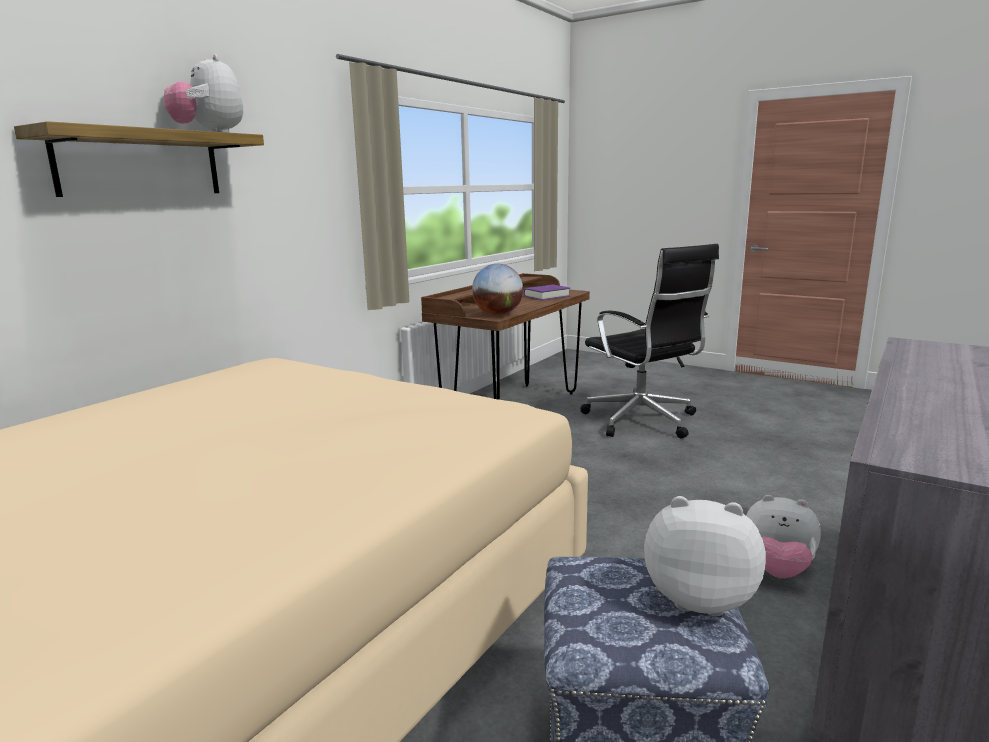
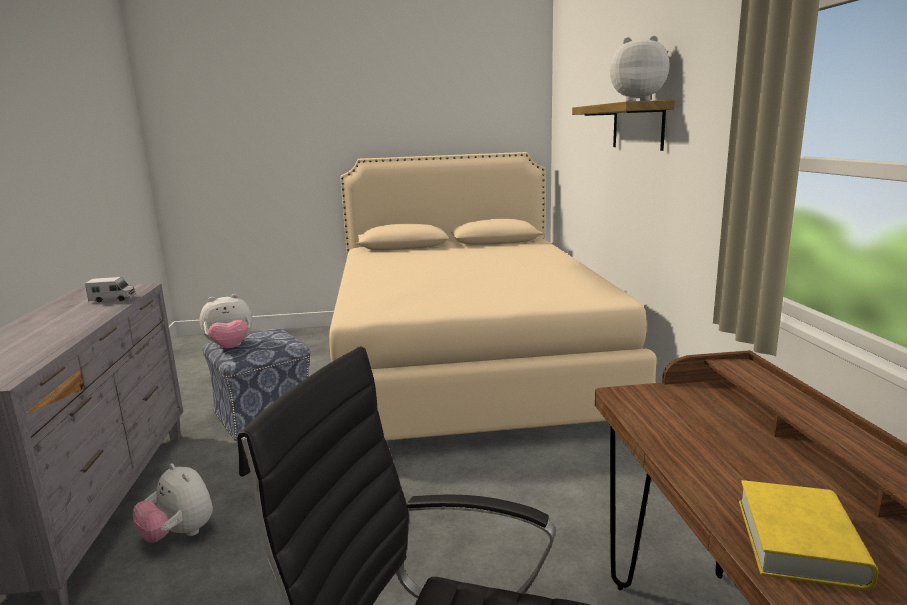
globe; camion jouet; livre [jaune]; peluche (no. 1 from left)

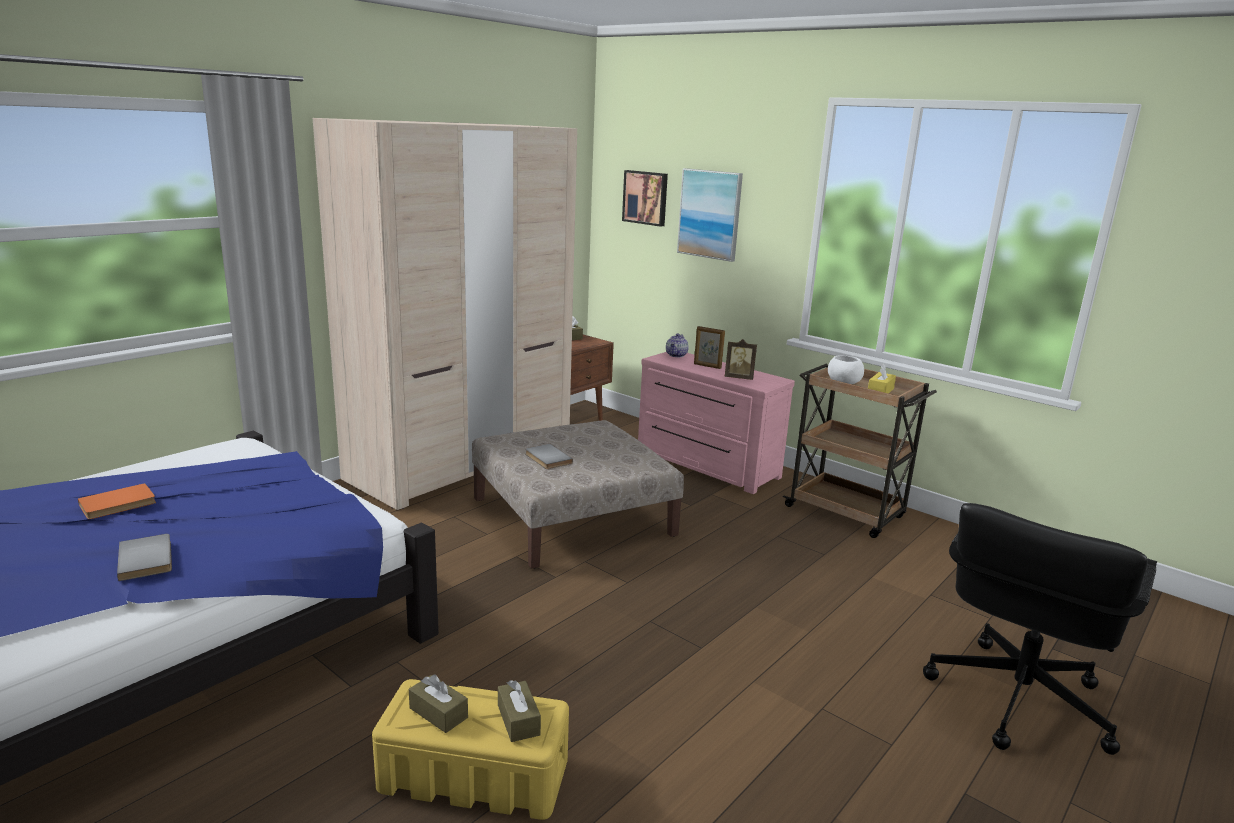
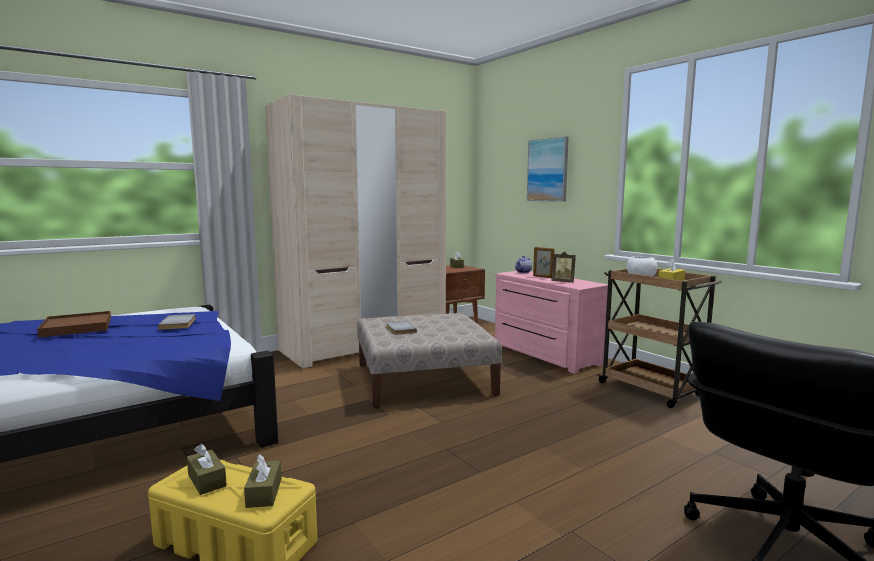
tableau (no. 1 from left in the first image); livre [gris] (no. 1 from left); plateau [marron]

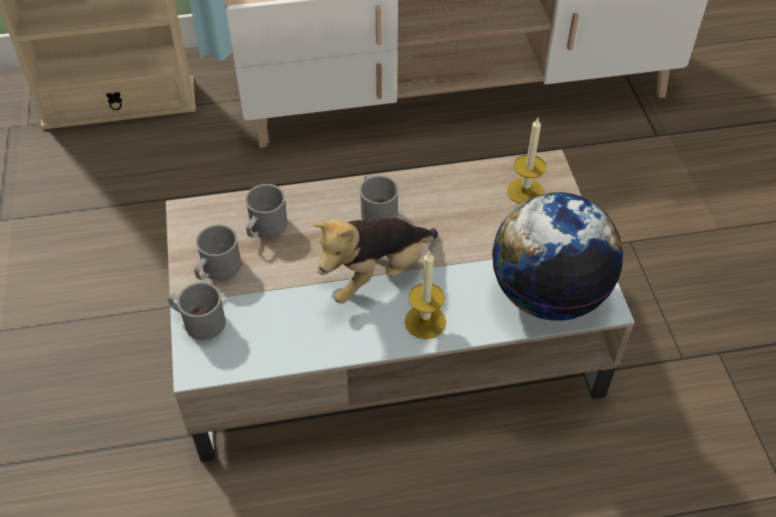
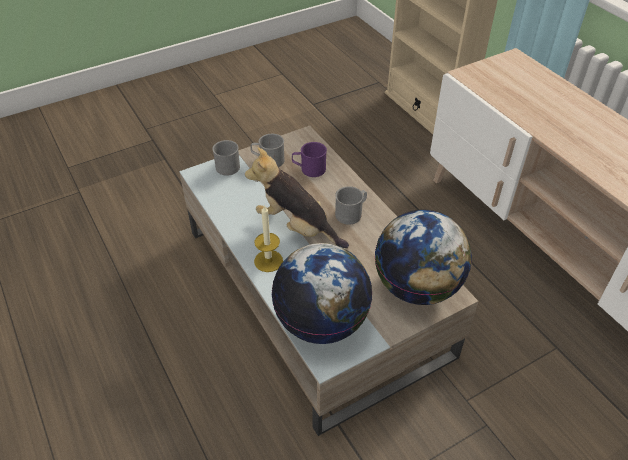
globe (no. 2 from left); mug [violet]

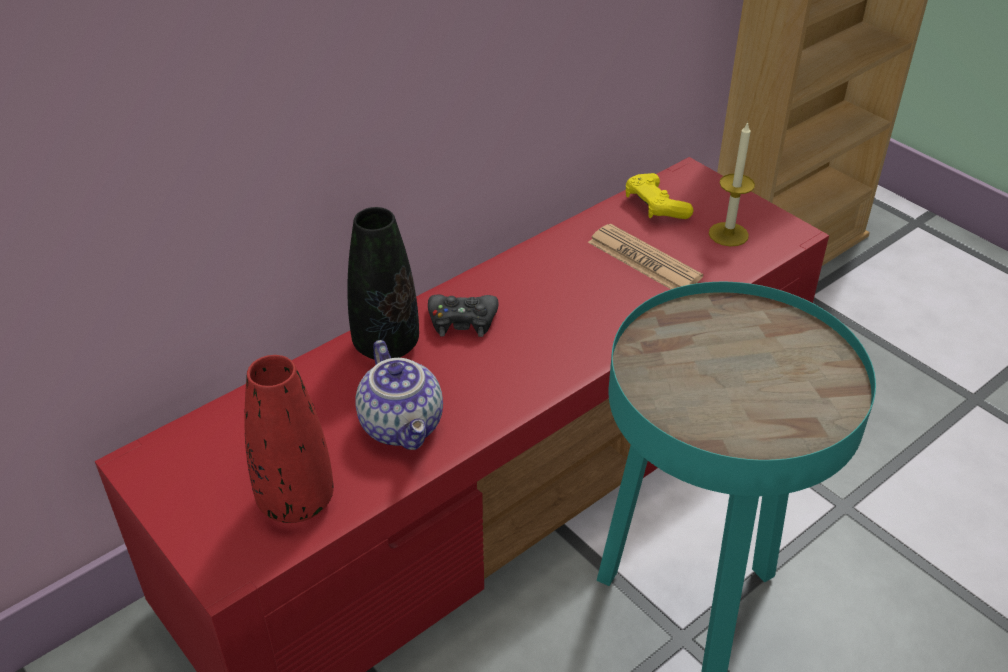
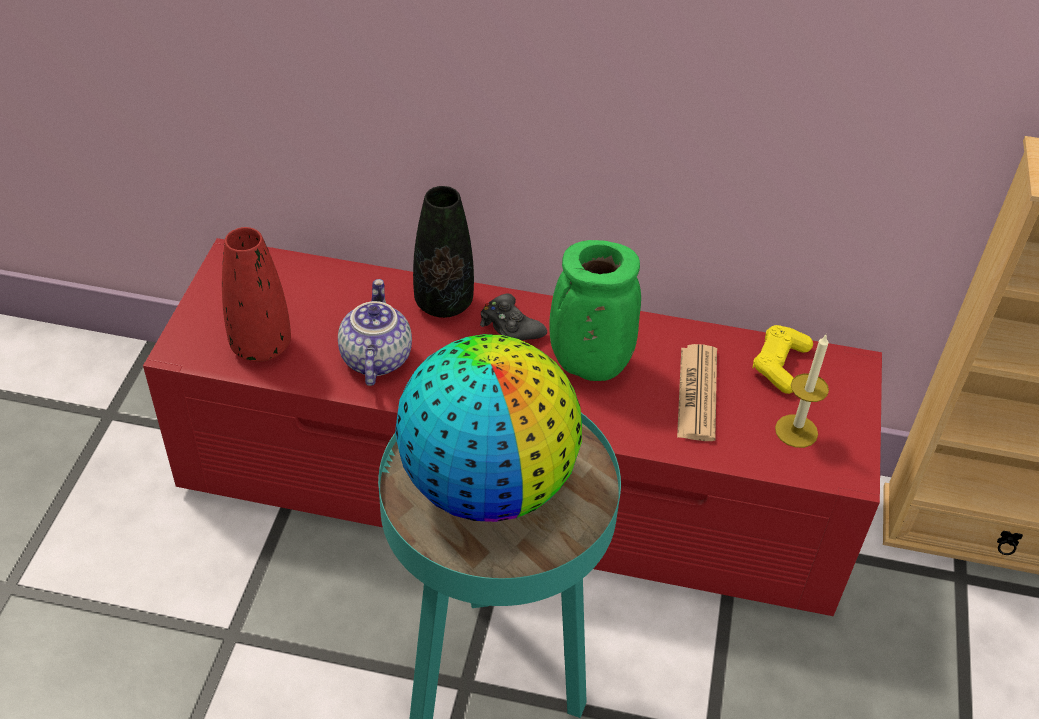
globe; vase [vert]; théière

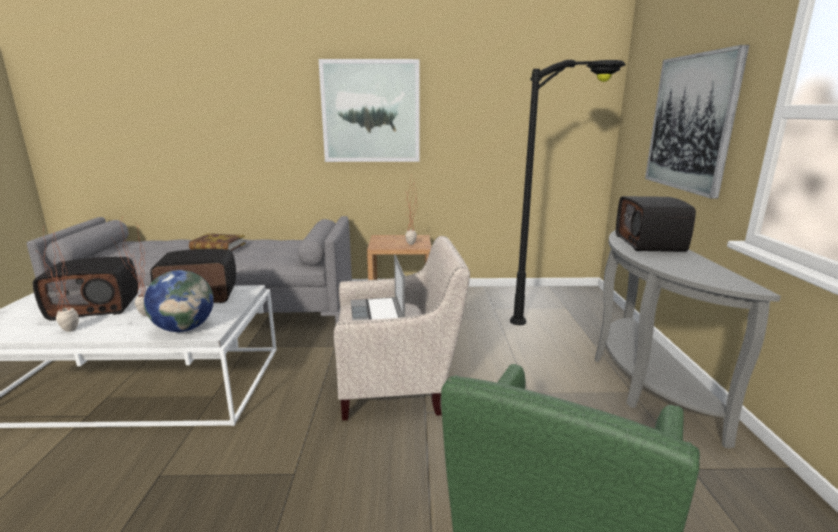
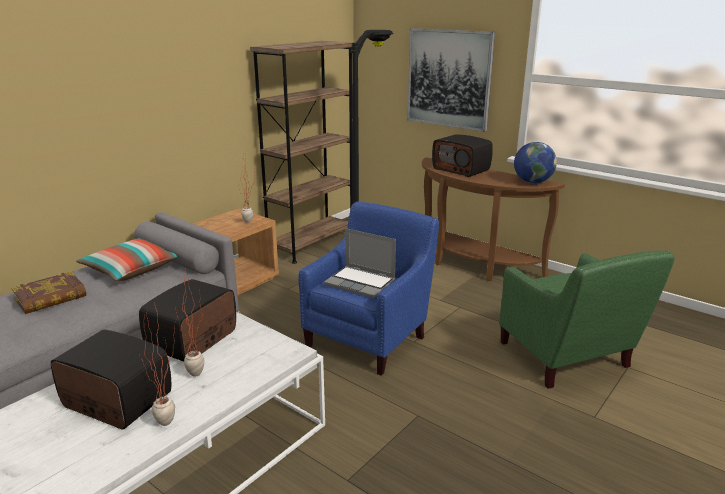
tableau (no. 1 from left in the first image); coussin; bibliothèque [marron]; globe; fauteuil [bleu]; table console [marron]; radio (no. 1 from left)

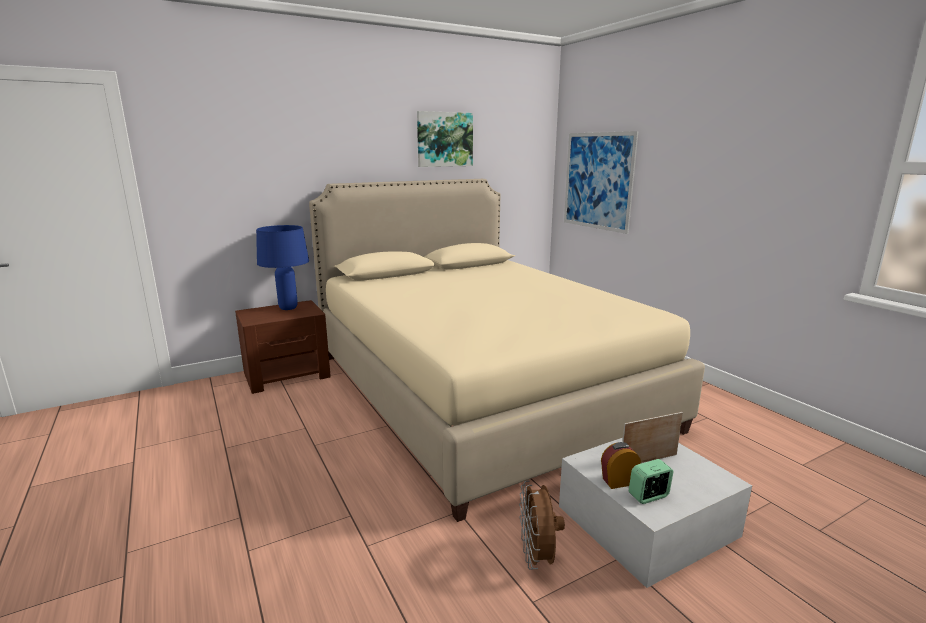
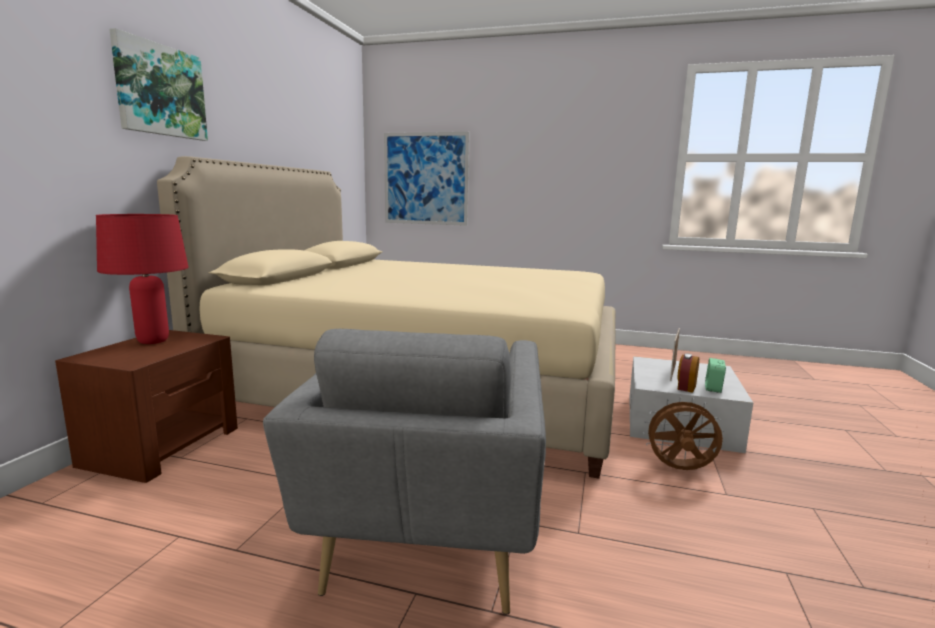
fauteuil [gris]; tableau (no. 1 from left); lampe de table [rouge]; ventilateur [marron]

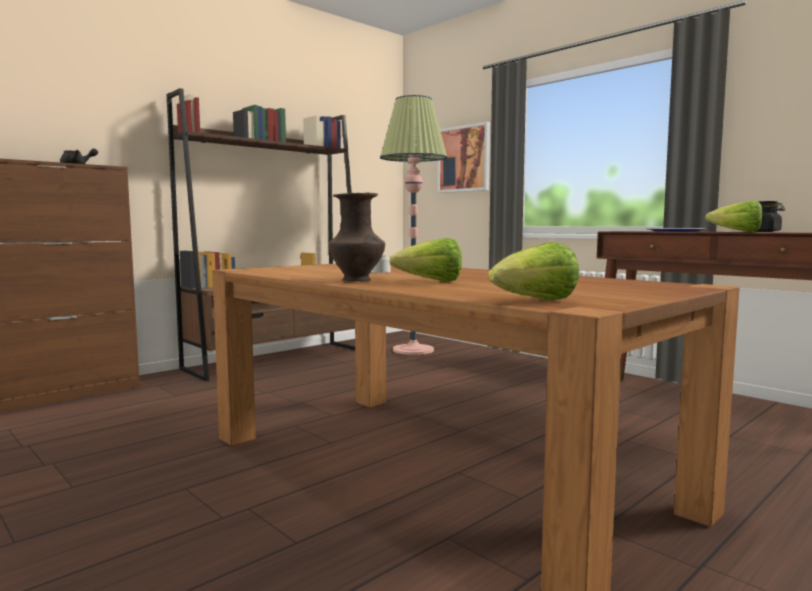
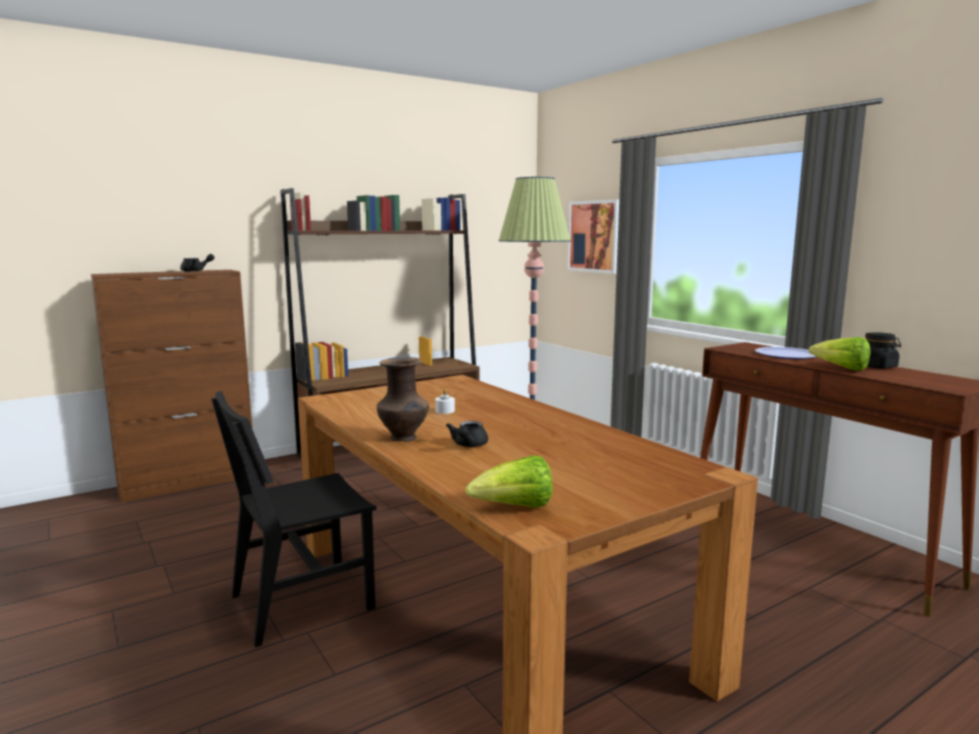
chaise [noir]; théière [noir] (no. 2 from left)

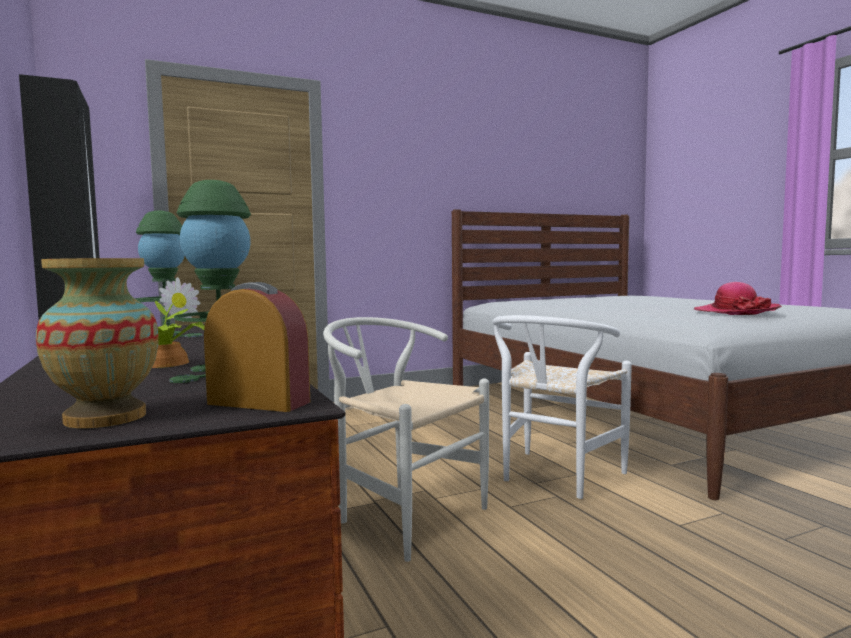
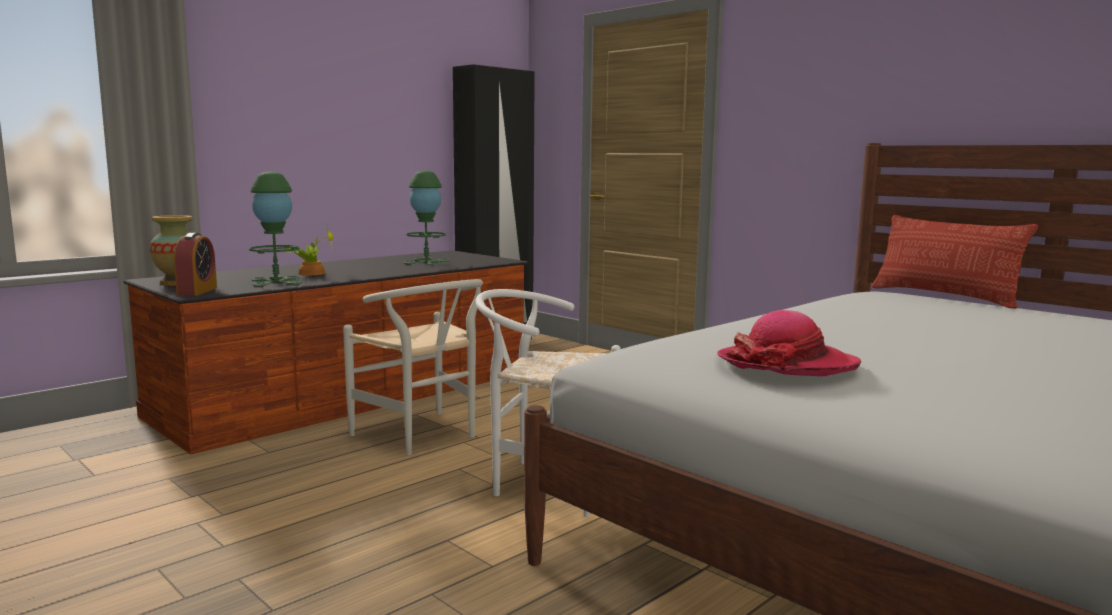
coussin; chaise [blanc] (no. 1 from left)

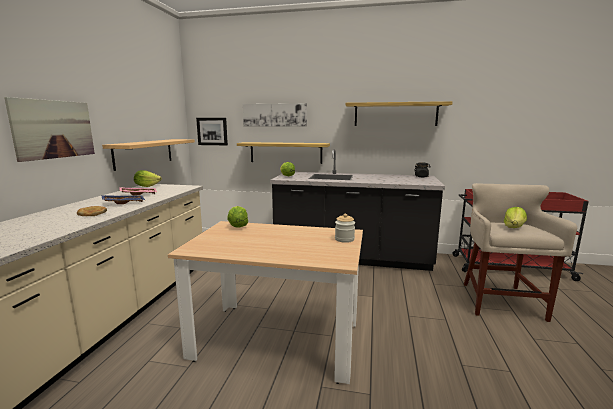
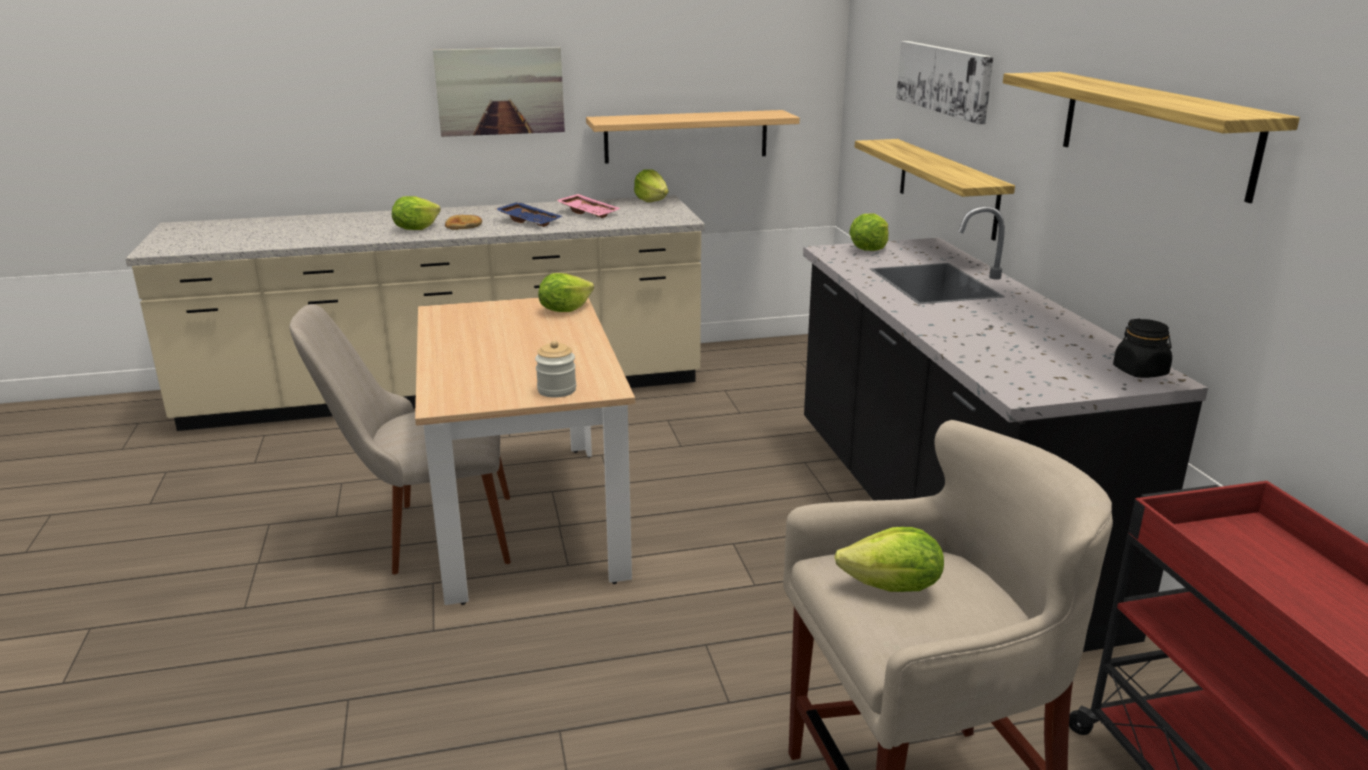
tableau (no. 2 from left in the first image); chaise [beige]; laitue (no. 1 from left)

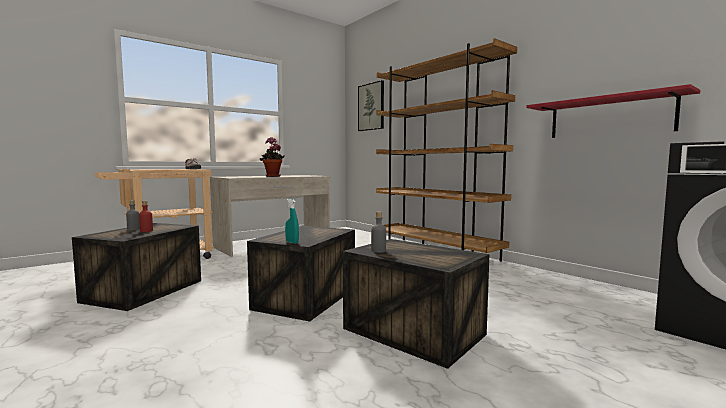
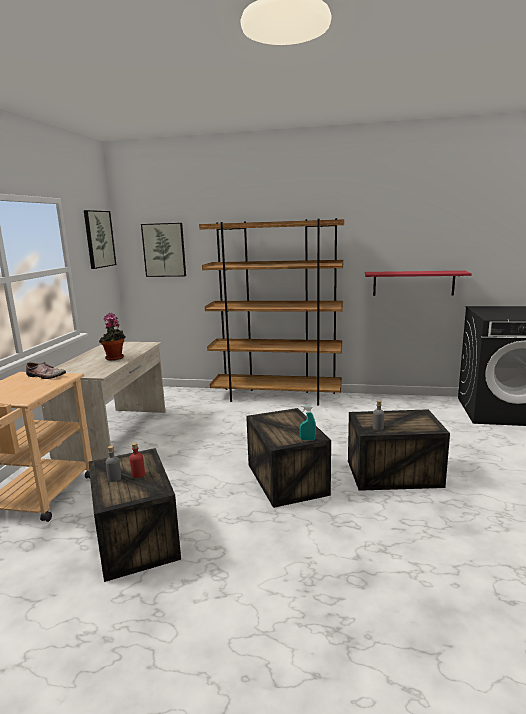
tableau (no. 1 from left)

